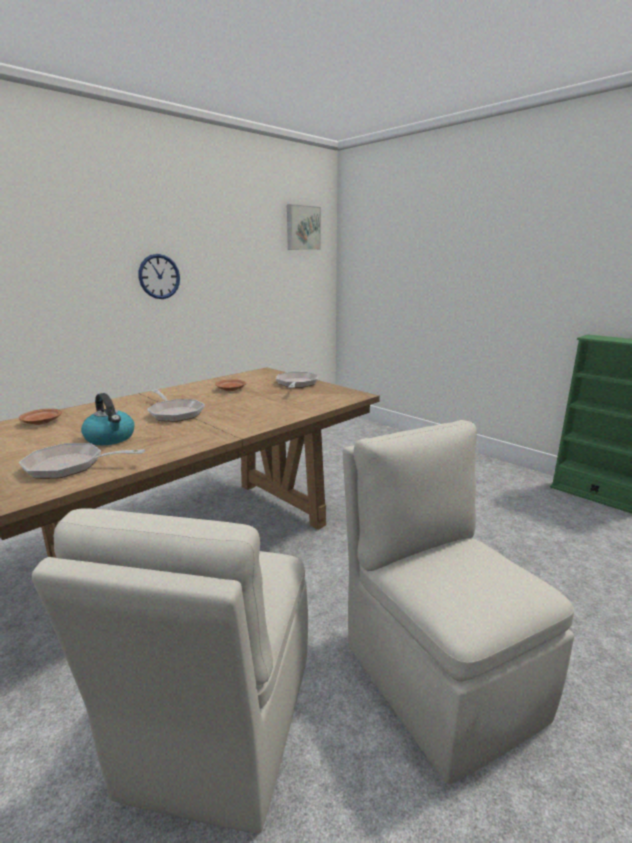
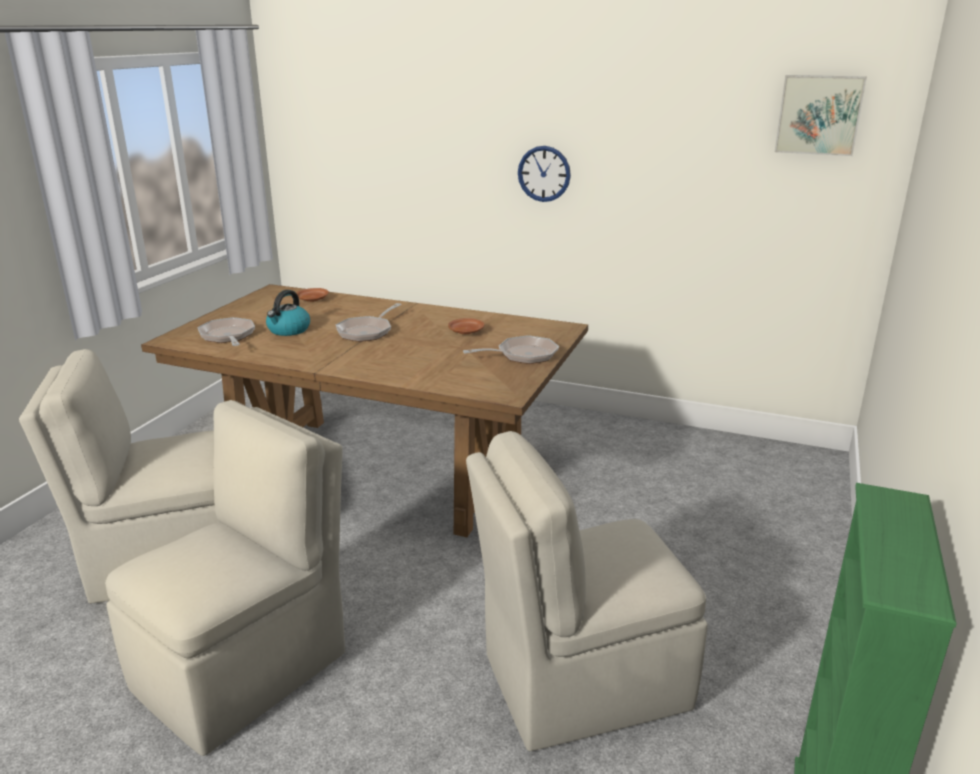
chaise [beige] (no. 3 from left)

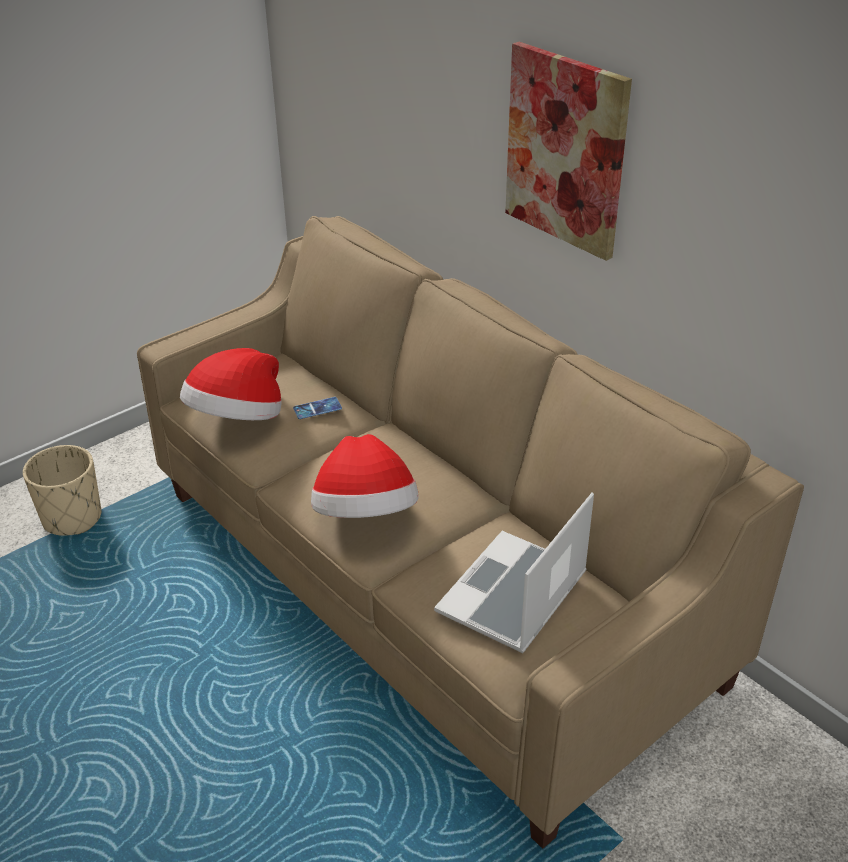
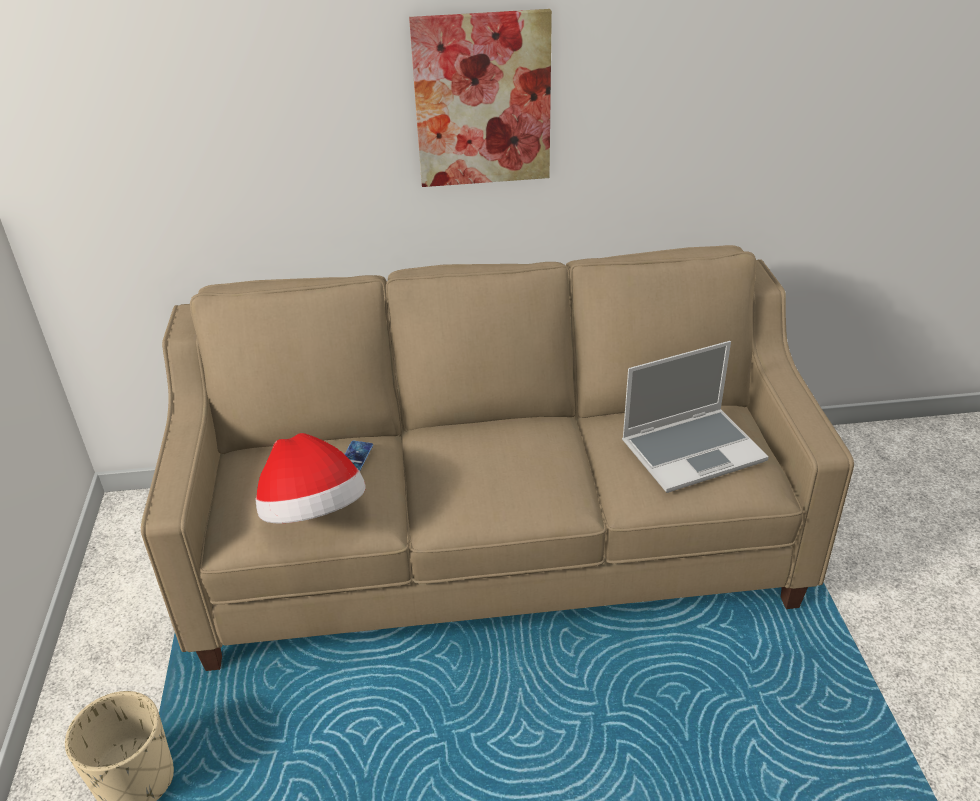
chapeau (no. 2 from left in the first image); ordinateur portable

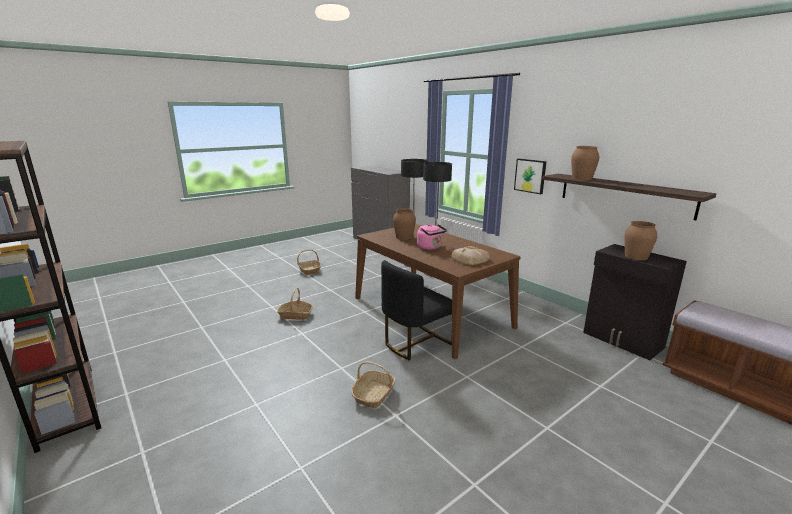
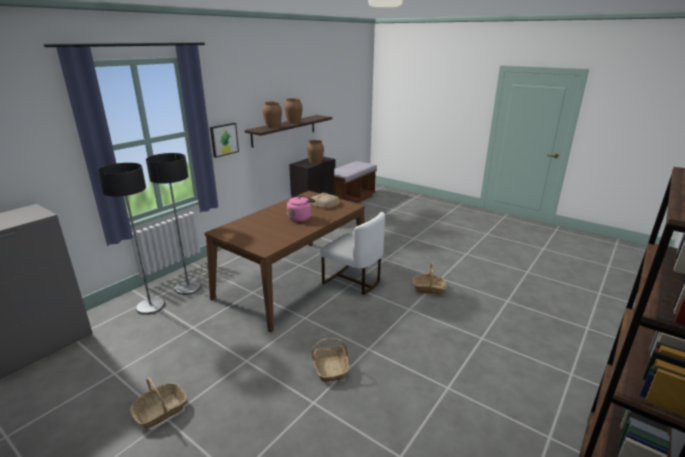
vase [marron] (no. 2 from left); chaise [blanc]

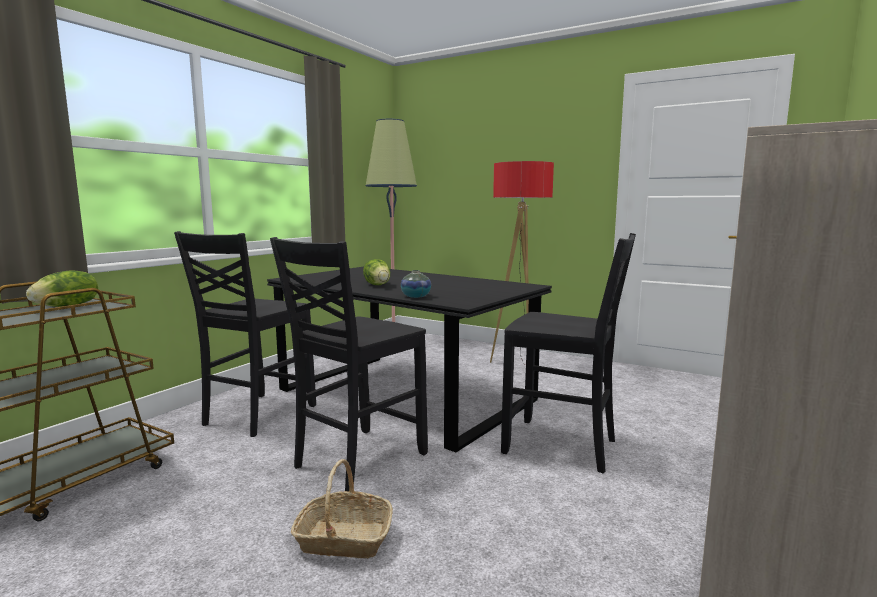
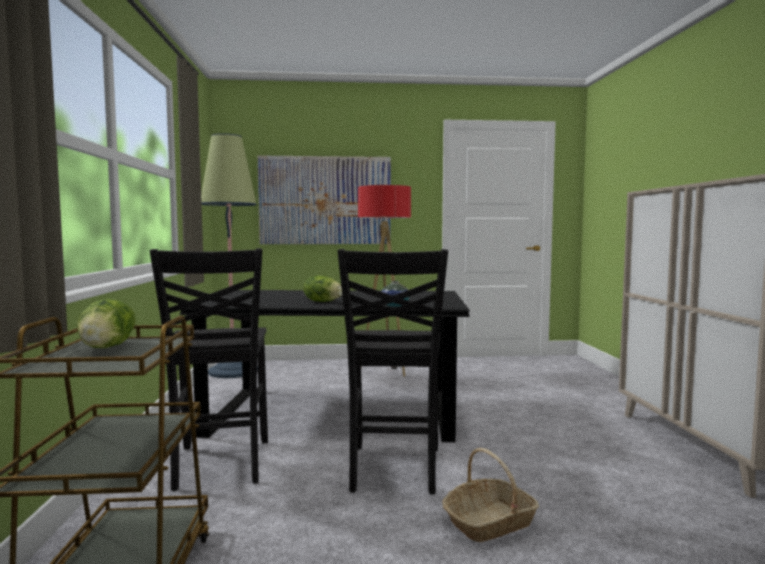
chaise [noir] (no. 3 from left in the first image); tableau

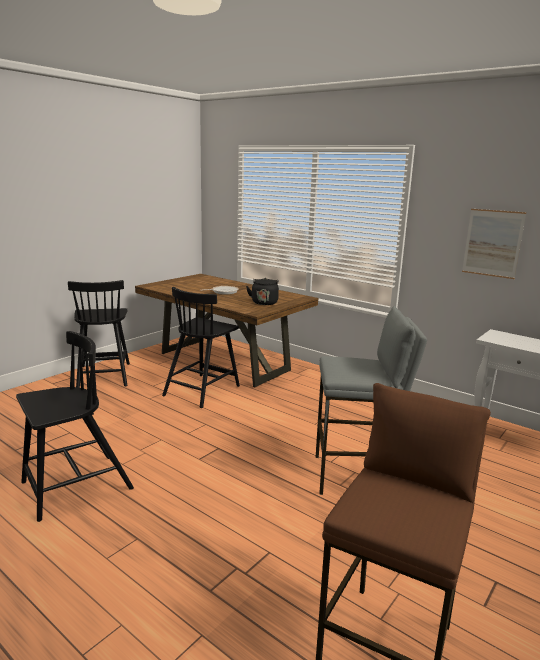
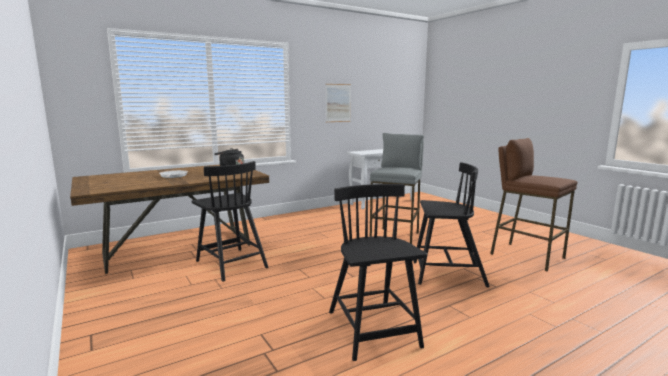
chaise [noir] (no. 3 from left)

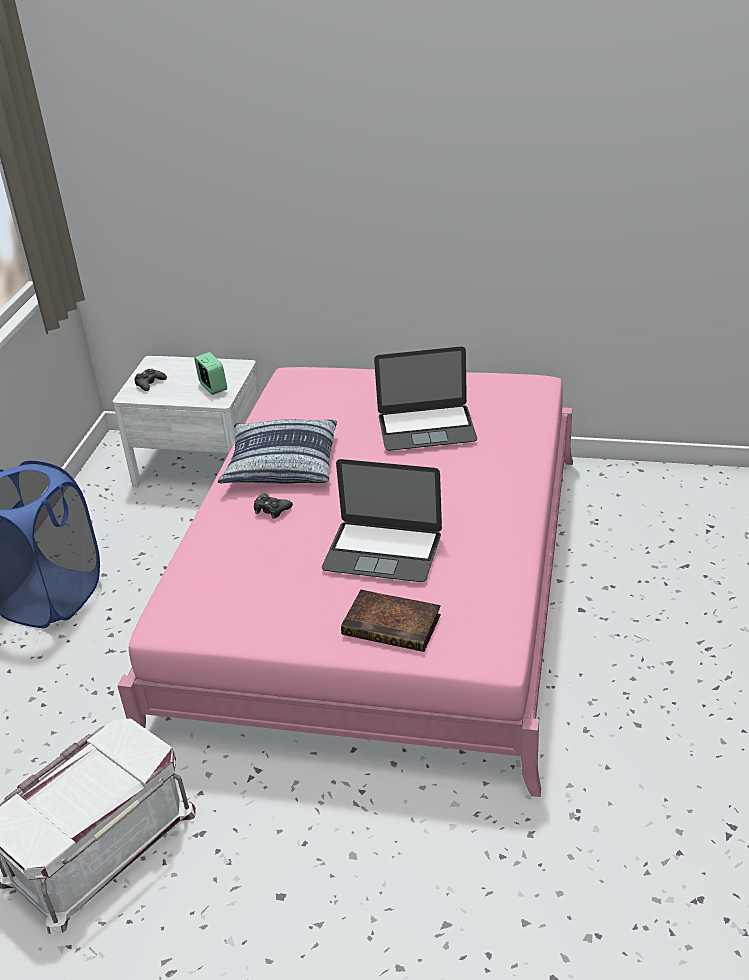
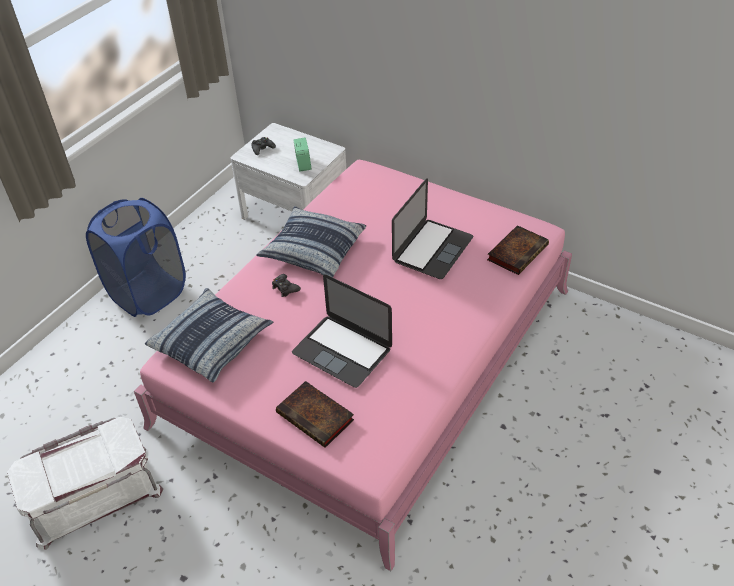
coussin (no. 1 from left); livre (no. 2 from left); ordinateur portable (no. 2 from left)

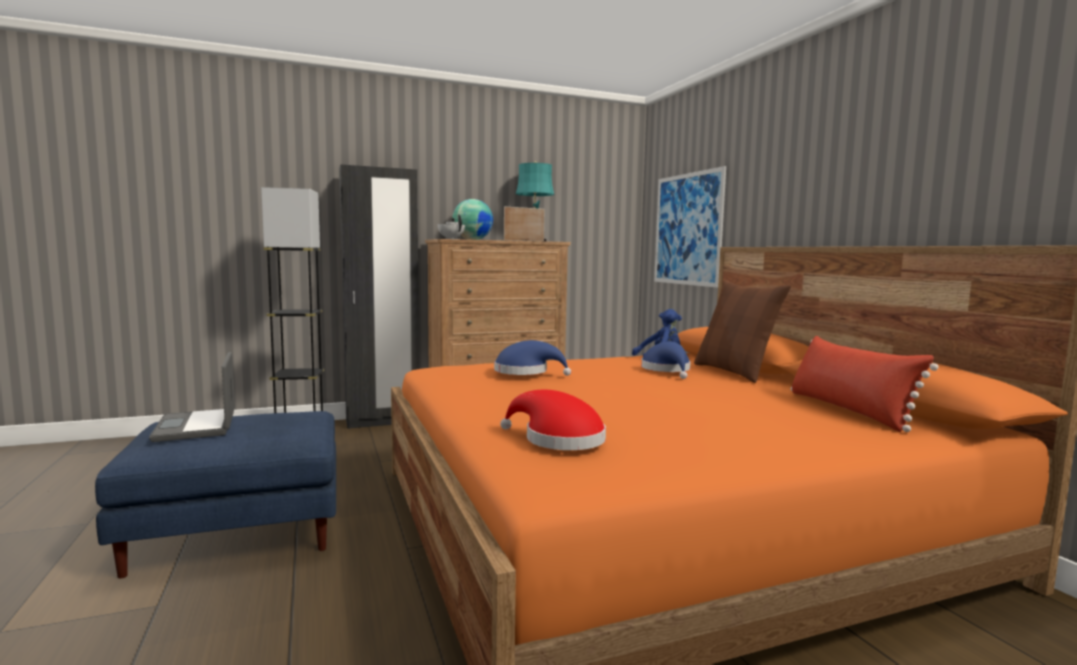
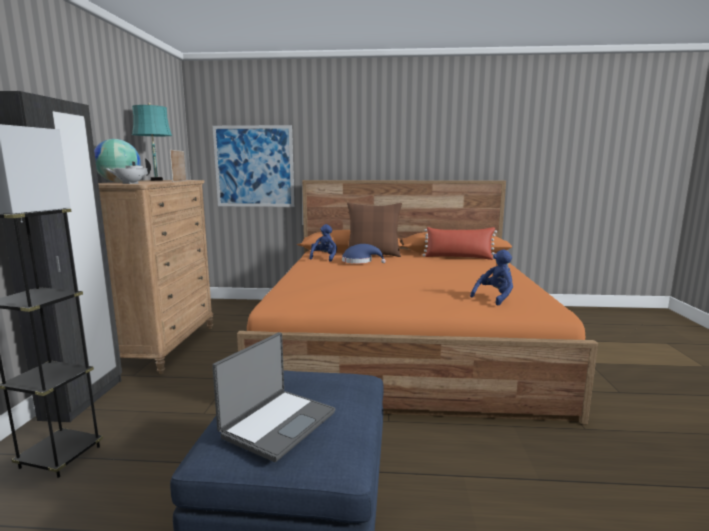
chapeau [bleu] (no. 1 from left in the first image); peluche [bleu] (no. 2 from left); ordinateur portable

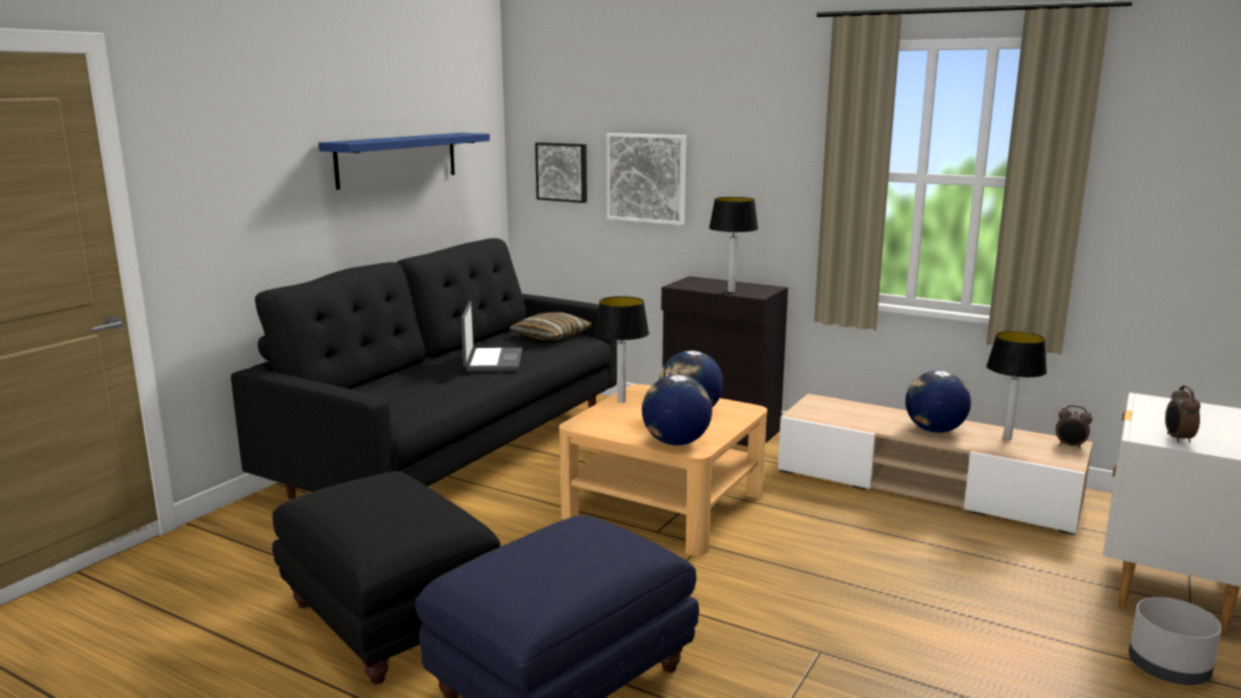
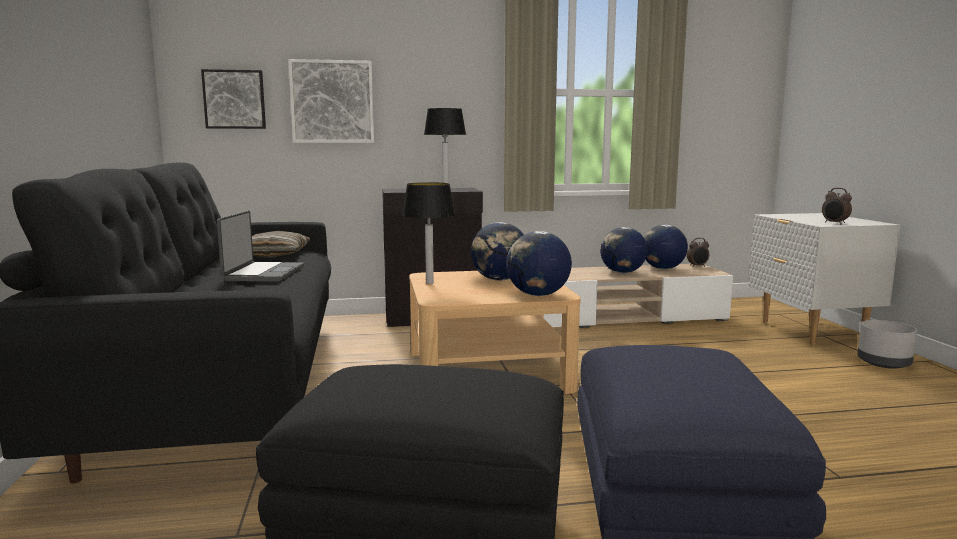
étagère [bleu]; globe (no. 4 from left); ordinateur portable

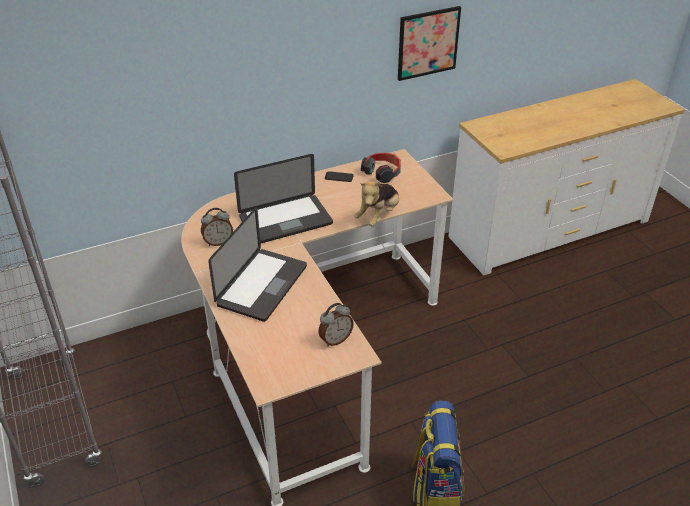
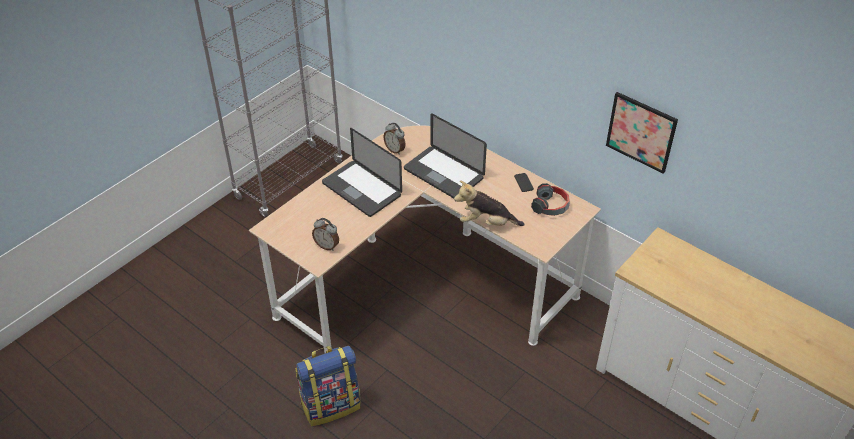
ordinateur portable (no. 1 from left)

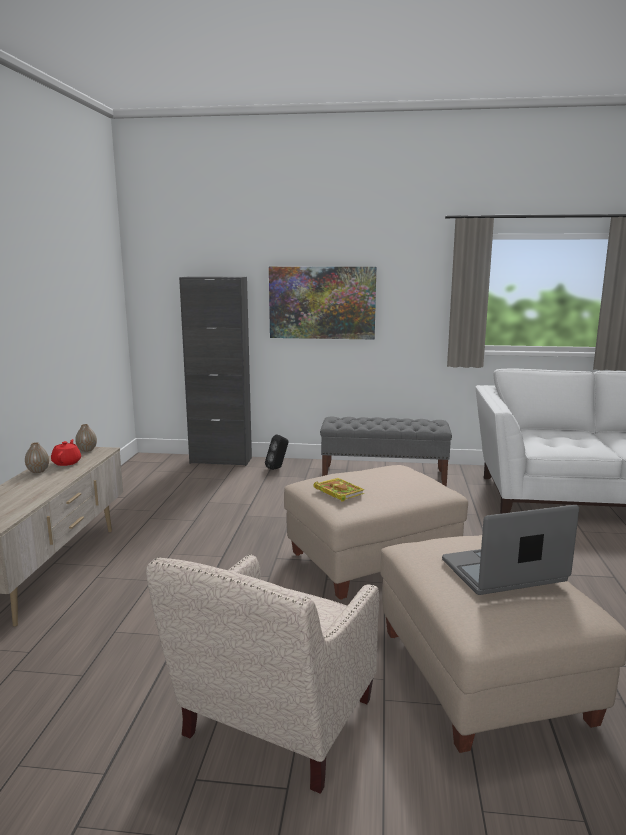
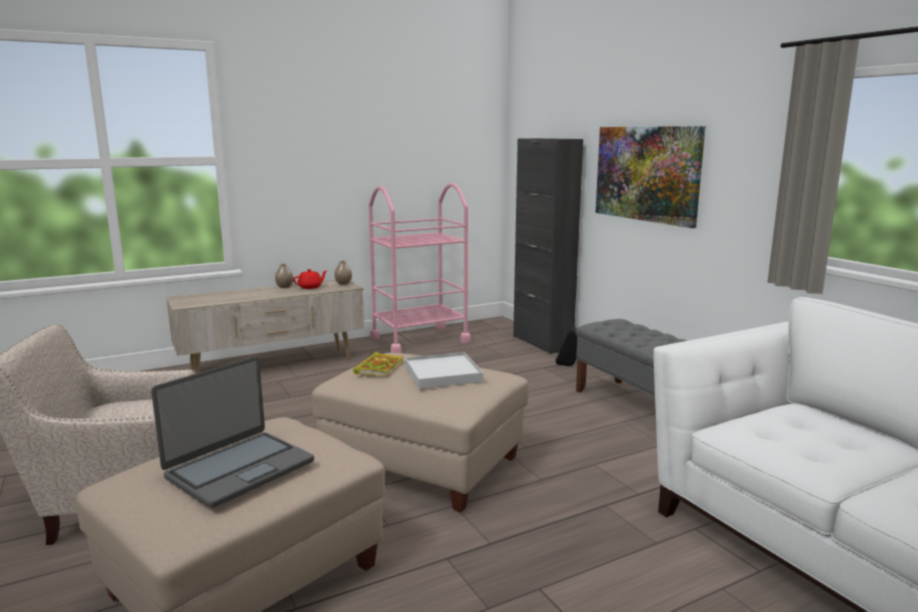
chariot [rose]; plateau [blanc]; ordinateur portable

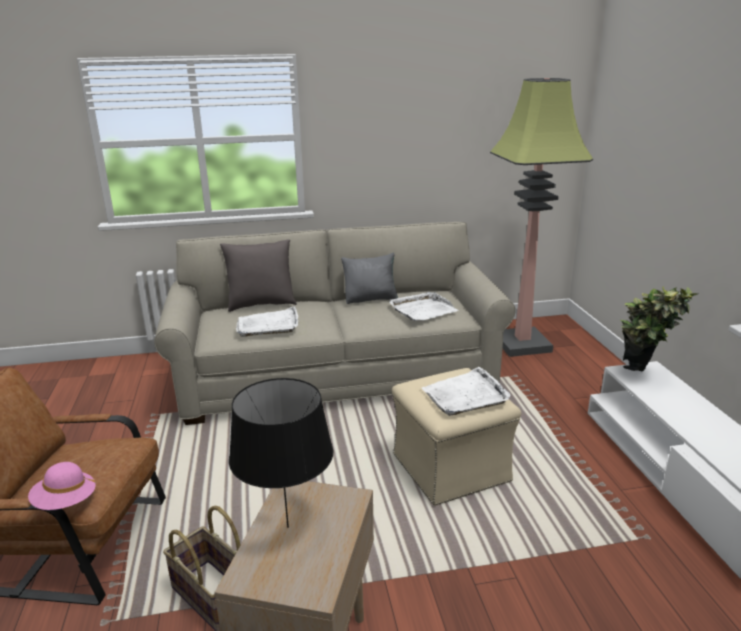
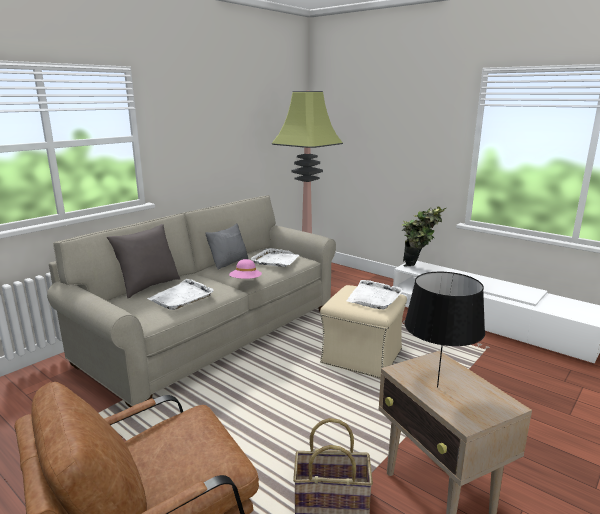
chapeau [rose]

